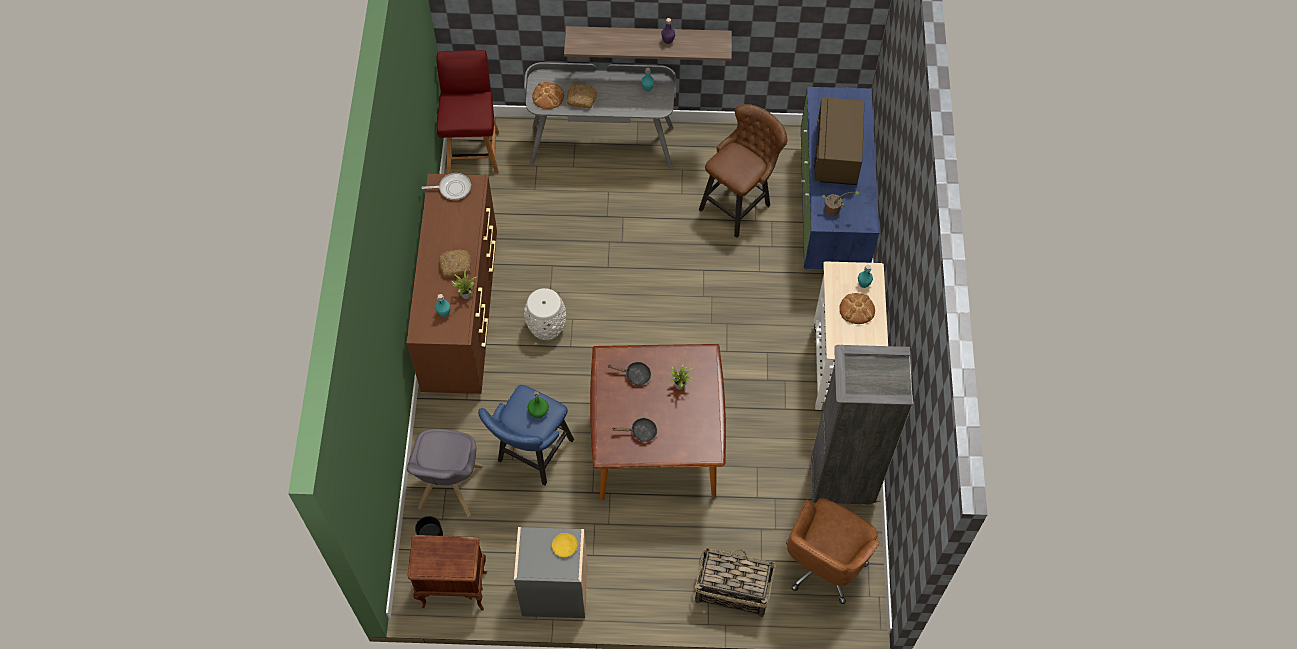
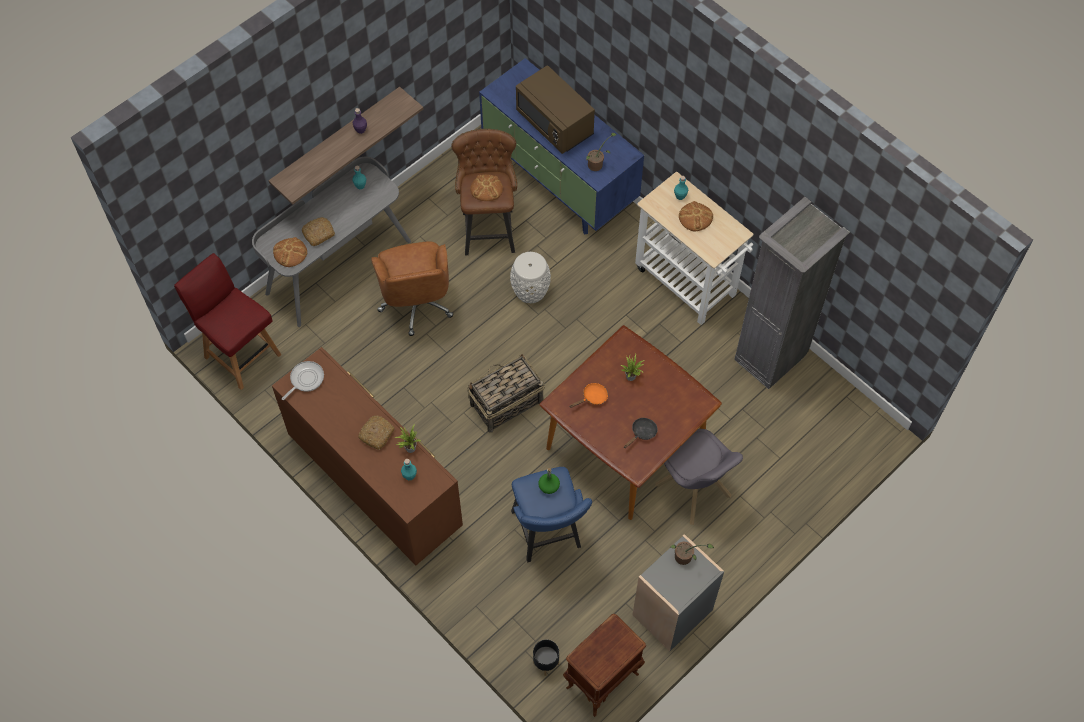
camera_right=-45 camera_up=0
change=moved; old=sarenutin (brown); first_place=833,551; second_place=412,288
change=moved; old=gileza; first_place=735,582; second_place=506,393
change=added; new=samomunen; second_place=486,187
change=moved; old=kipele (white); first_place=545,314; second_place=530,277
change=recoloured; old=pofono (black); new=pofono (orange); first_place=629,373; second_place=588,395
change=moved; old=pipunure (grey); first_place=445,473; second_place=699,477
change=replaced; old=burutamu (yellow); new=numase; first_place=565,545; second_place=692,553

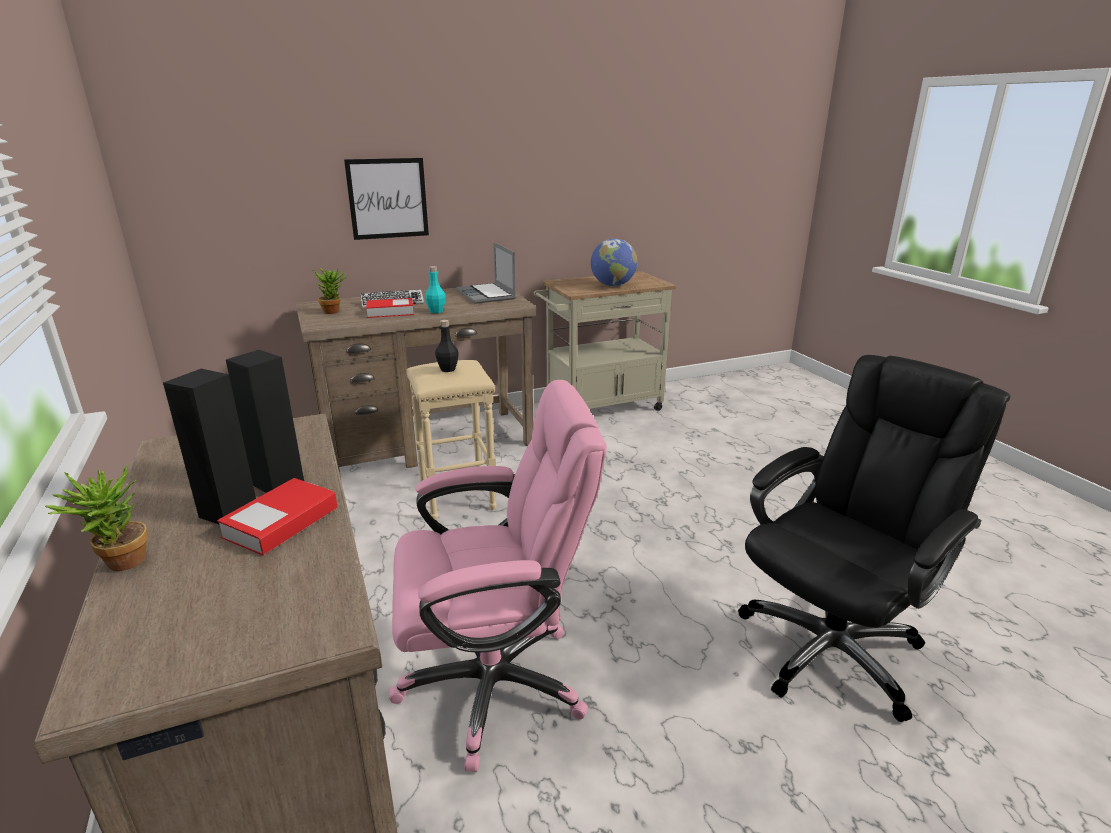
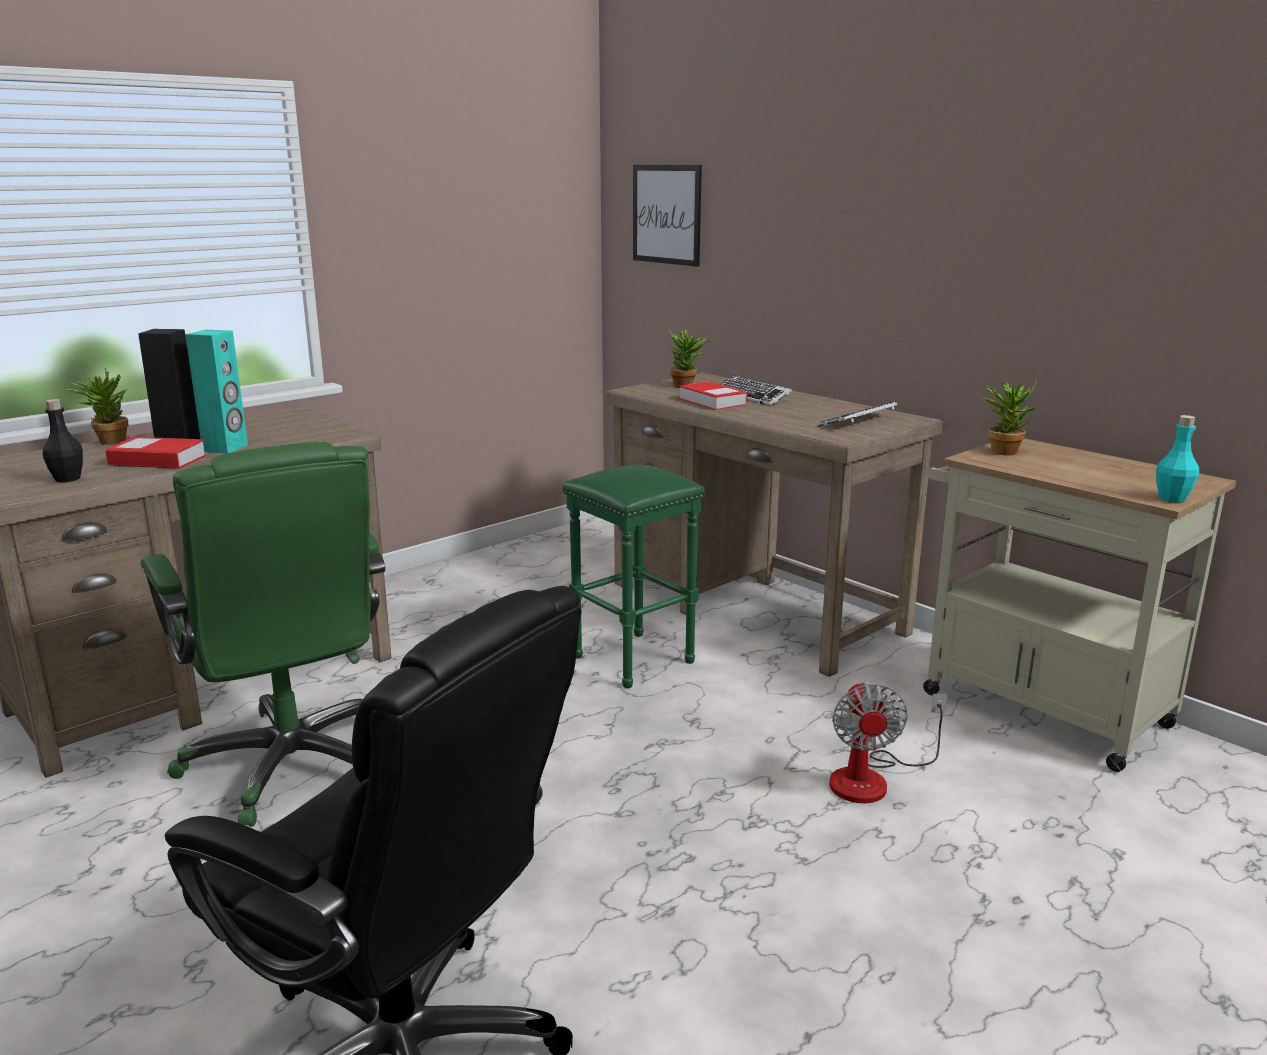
camera_right=70 camera_up=-5
change=moved; old=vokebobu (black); first_place=447,346; second_place=63,440
change=recoloured; old=sarenutin (pink); new=sarenutin (green); first_place=498,576; second_place=263,634
change=recoloured; old=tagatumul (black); new=tagatumul (turquoise); first_place=265,421; second_place=216,392
change=recoloured; old=kipele (beige); new=kipele (green); first_place=451,440; second_place=634,576
change=moved; old=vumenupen; first_place=386,199; second_place=667,216
change=replaced; old=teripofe; new=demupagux; first_place=486,273; second_place=857,414
change=added; new=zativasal; second_place=888,742
change=added; new=numase; second_place=1010,418
change=moved; old=vokebobu (turquoise); first_place=435,289; second_place=1177,458
change=removed; old=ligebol; first_place=614,262

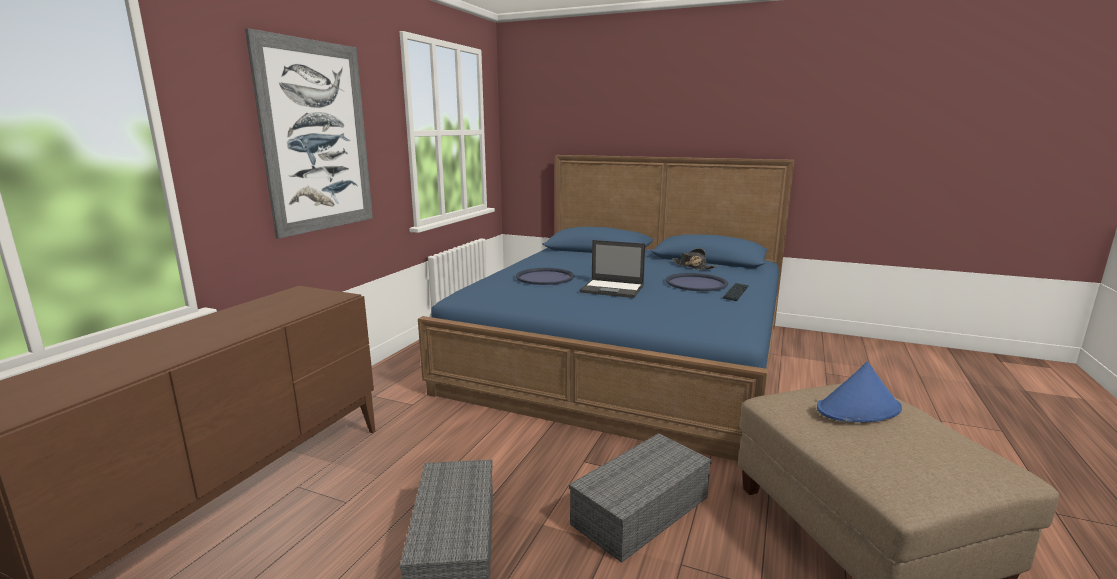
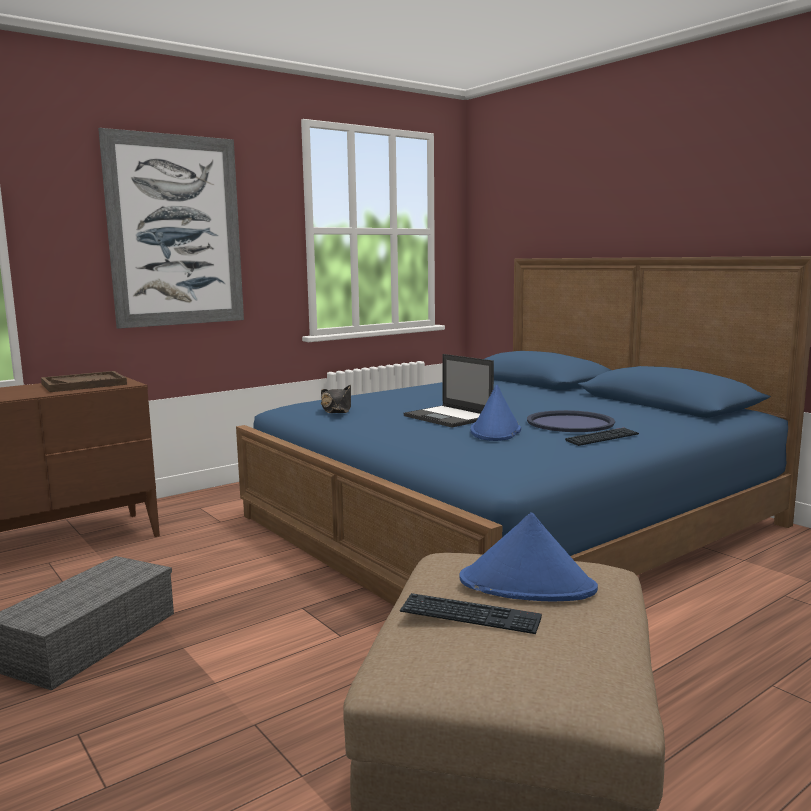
camera_right=30 camera_up=-5
change=added; new=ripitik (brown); second_place=84,381
change=moved; old=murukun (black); first_place=694,259; second_place=336,399
change=added; new=demupagux; second_place=471,613
change=added; new=murukun (blue); second_place=495,413
change=removed; old=ripitik (blue); first_place=545,276
change=removed; old=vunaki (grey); first_place=640,498

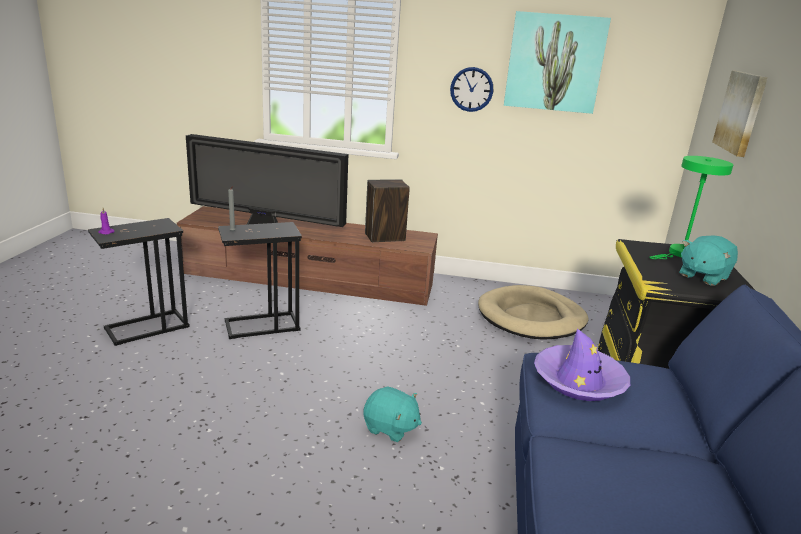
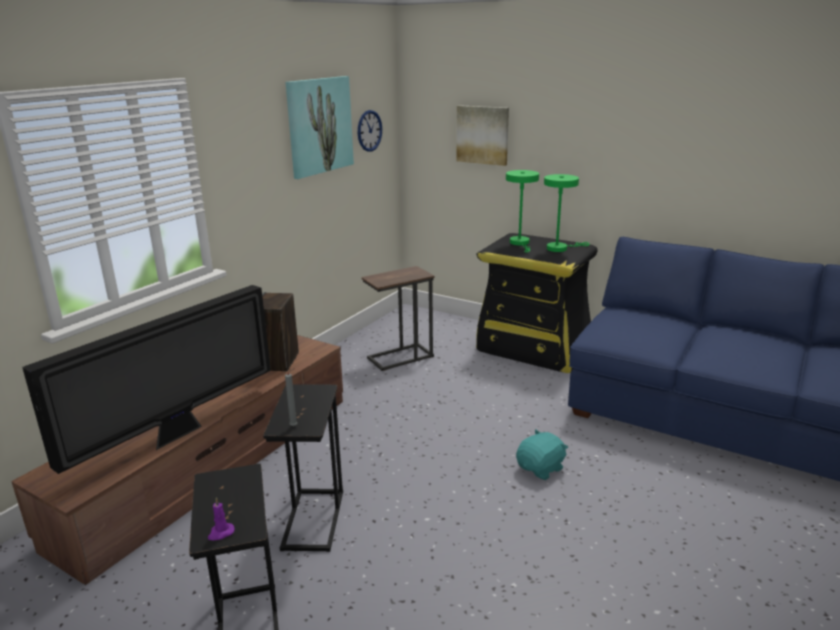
camera_right=-65 camera_up=0
change=moved; old=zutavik; first_place=471,89; second_place=370,131
change=replaced; old=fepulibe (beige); new=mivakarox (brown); first_place=533,312; second_place=398,318
change=replaced; old=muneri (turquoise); new=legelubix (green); first_place=708,260; second_place=566,213
change=removed; old=murukun (purple); first_place=582,364

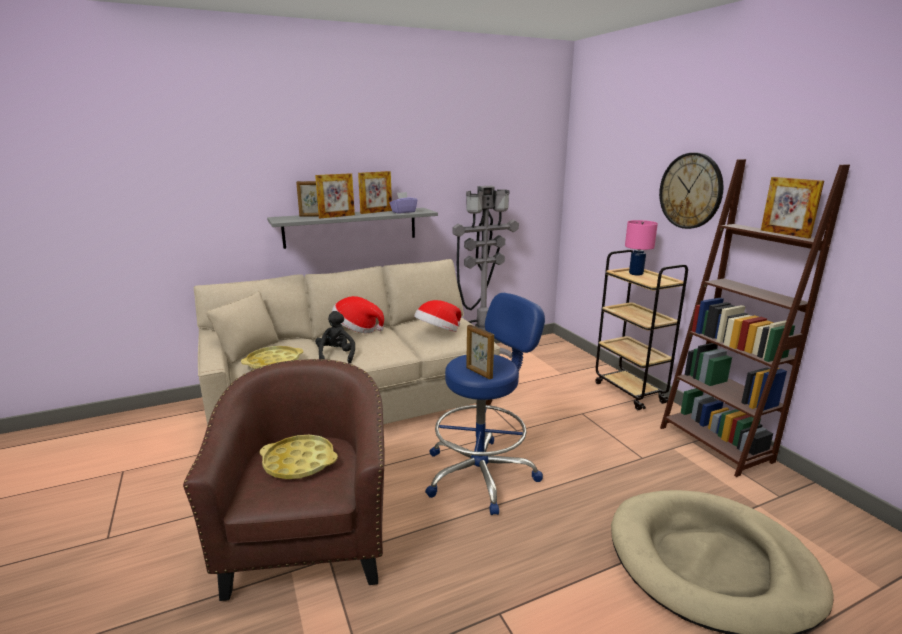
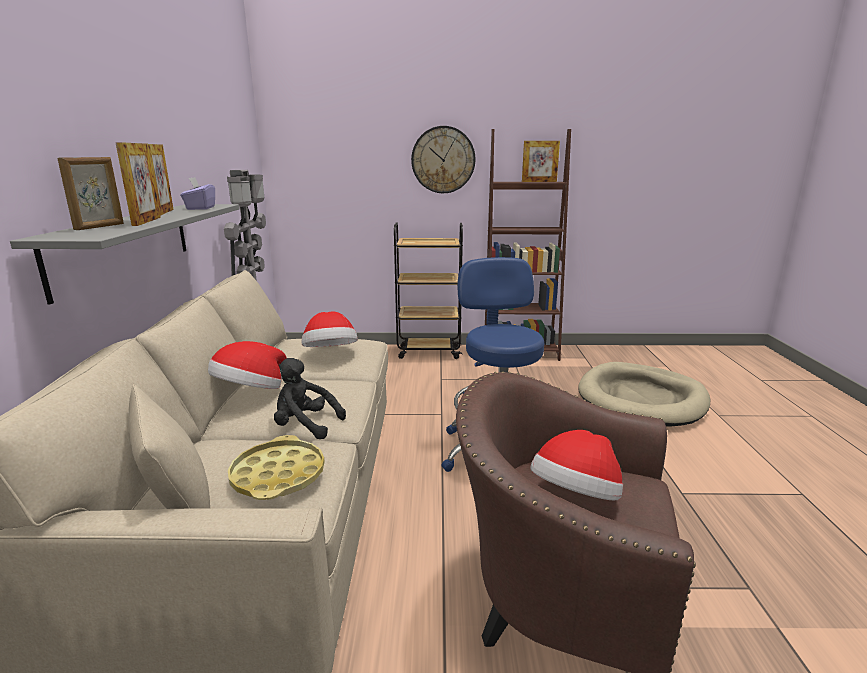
camera_right=-65 camera_up=0
change=replaced; old=ripitik (yellow); new=murukun; first_place=299,457; second_place=576,465
change=removed; old=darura; first_place=480,352
change=removed; old=legelubix (pink); first_place=641,248

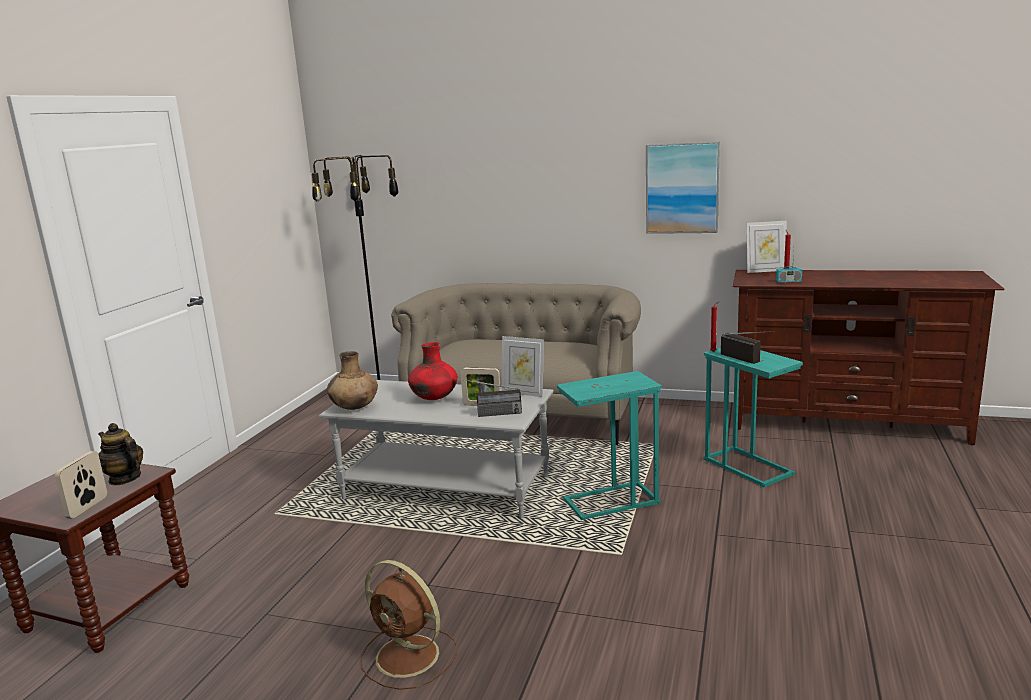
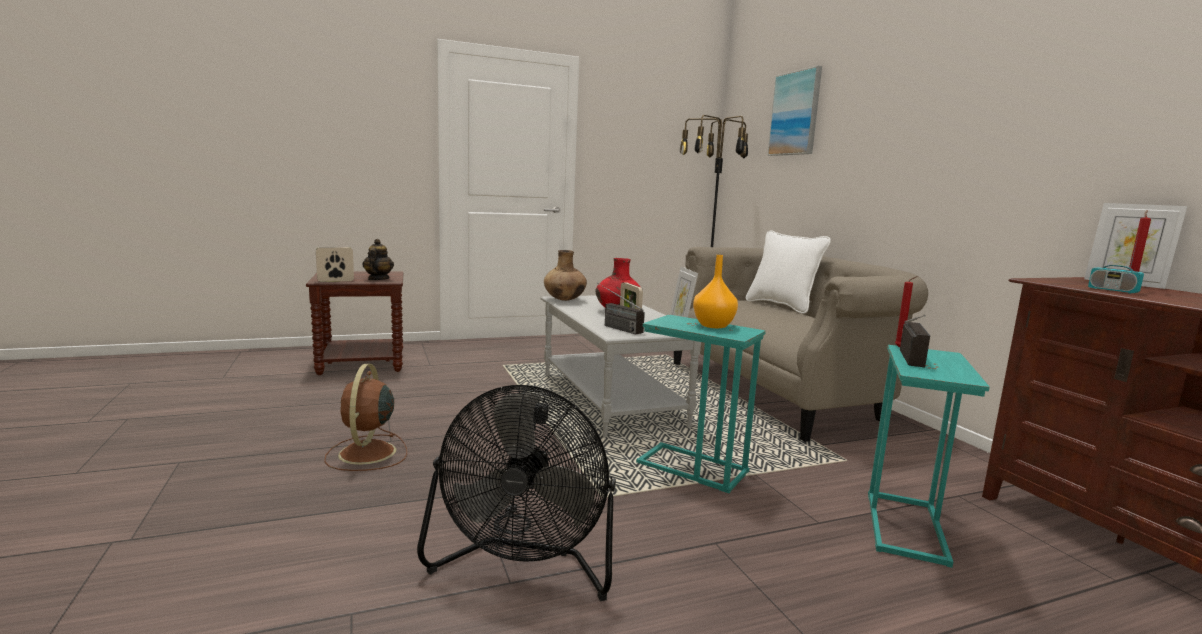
camera_right=50 camera_up=-5
change=added; new=zativasal (black); second_place=516,493
change=added; new=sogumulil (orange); second_place=715,291
change=added; new=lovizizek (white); second_place=788,272
change=moved; old=vumenupen; first_place=683,187; second_place=794,111

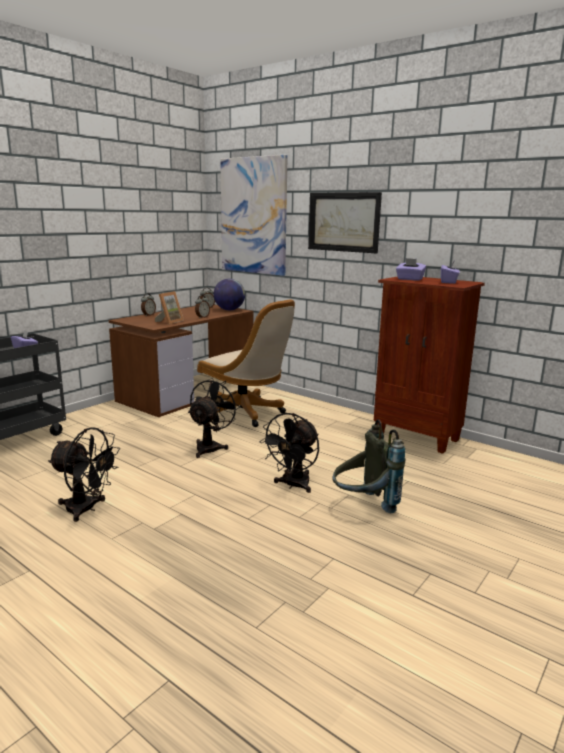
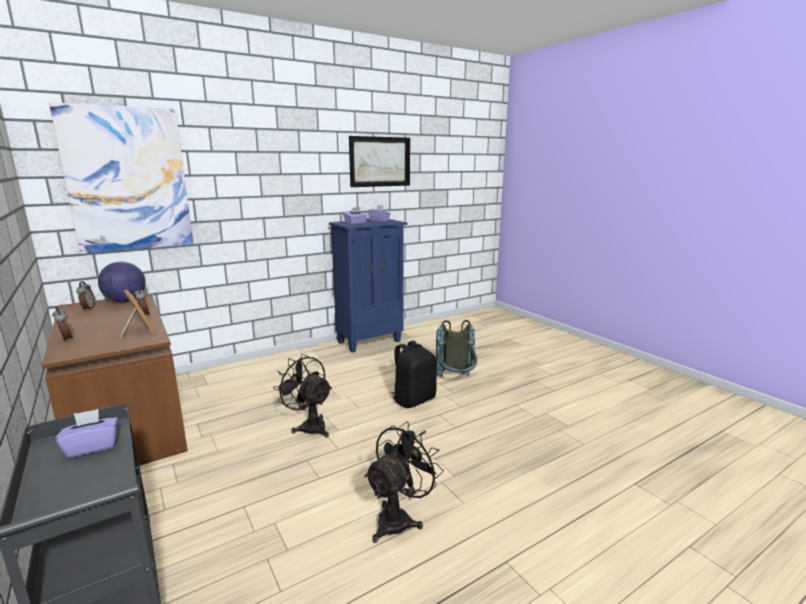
camera_right=-70 camera_up=0
change=recoloured; old=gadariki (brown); new=gadariki (blue); first_place=429,364; second_place=368,286
change=moved; old=vumenupen; first_place=345,222; second_place=379,161
change=replaced; old=zativasal (black); new=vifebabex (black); first_place=289,453; second_place=414,374
change=removed; old=sarenutin; first_place=246,363

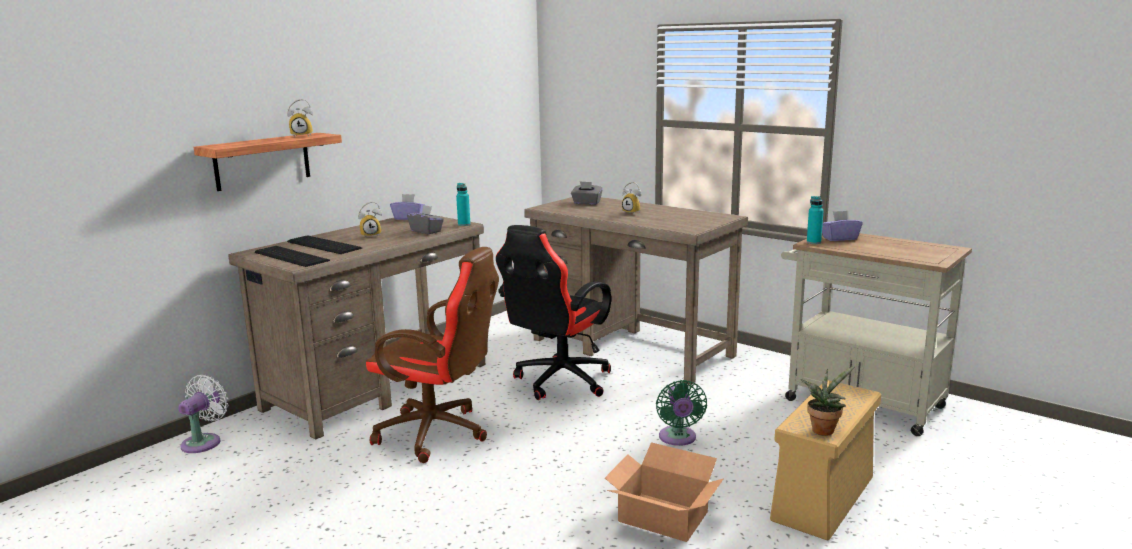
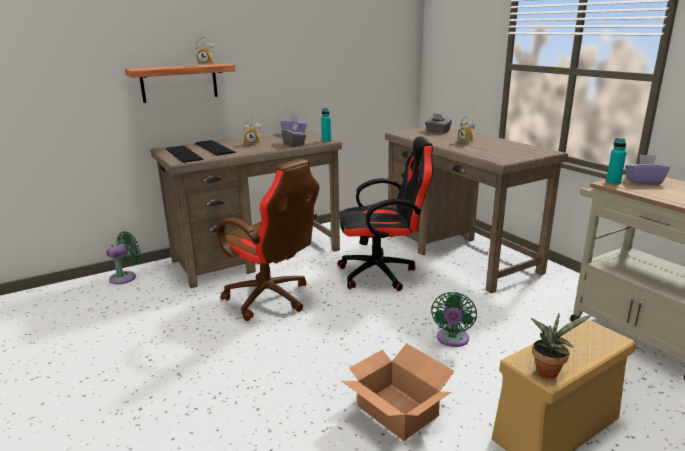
camera_right=20 camera_up=5
change=recoloured; old=zativasal (white); new=zativasal (green); first_place=203,414; second_place=123,257
change=turned; old=sarenutin (black); first_place=553,312; second_place=385,213; degrees=-150

